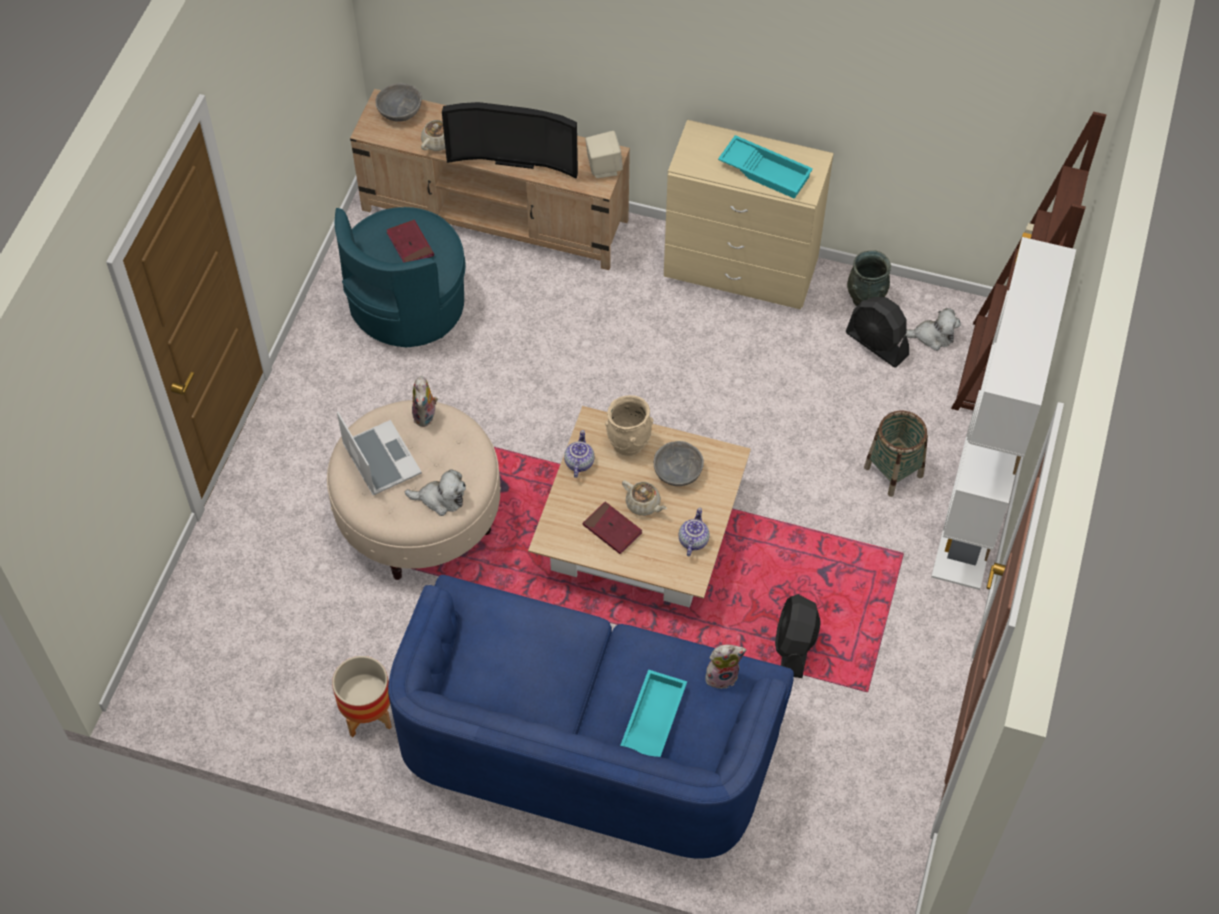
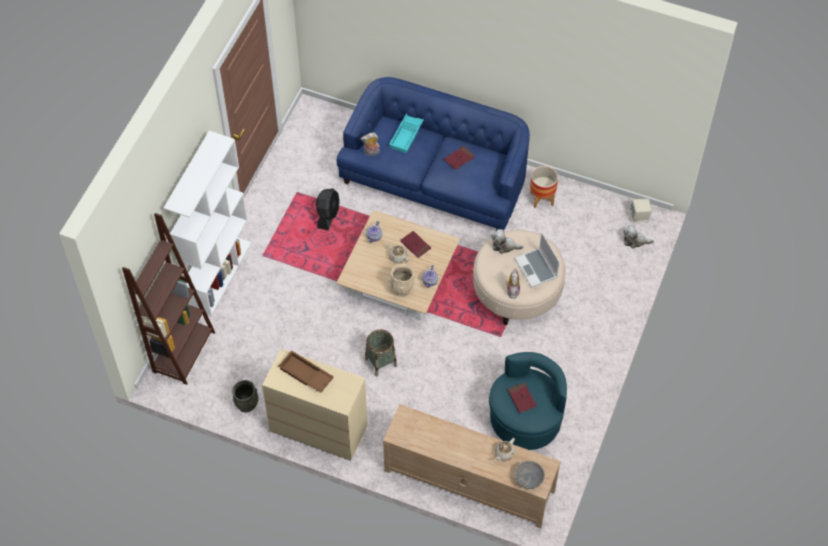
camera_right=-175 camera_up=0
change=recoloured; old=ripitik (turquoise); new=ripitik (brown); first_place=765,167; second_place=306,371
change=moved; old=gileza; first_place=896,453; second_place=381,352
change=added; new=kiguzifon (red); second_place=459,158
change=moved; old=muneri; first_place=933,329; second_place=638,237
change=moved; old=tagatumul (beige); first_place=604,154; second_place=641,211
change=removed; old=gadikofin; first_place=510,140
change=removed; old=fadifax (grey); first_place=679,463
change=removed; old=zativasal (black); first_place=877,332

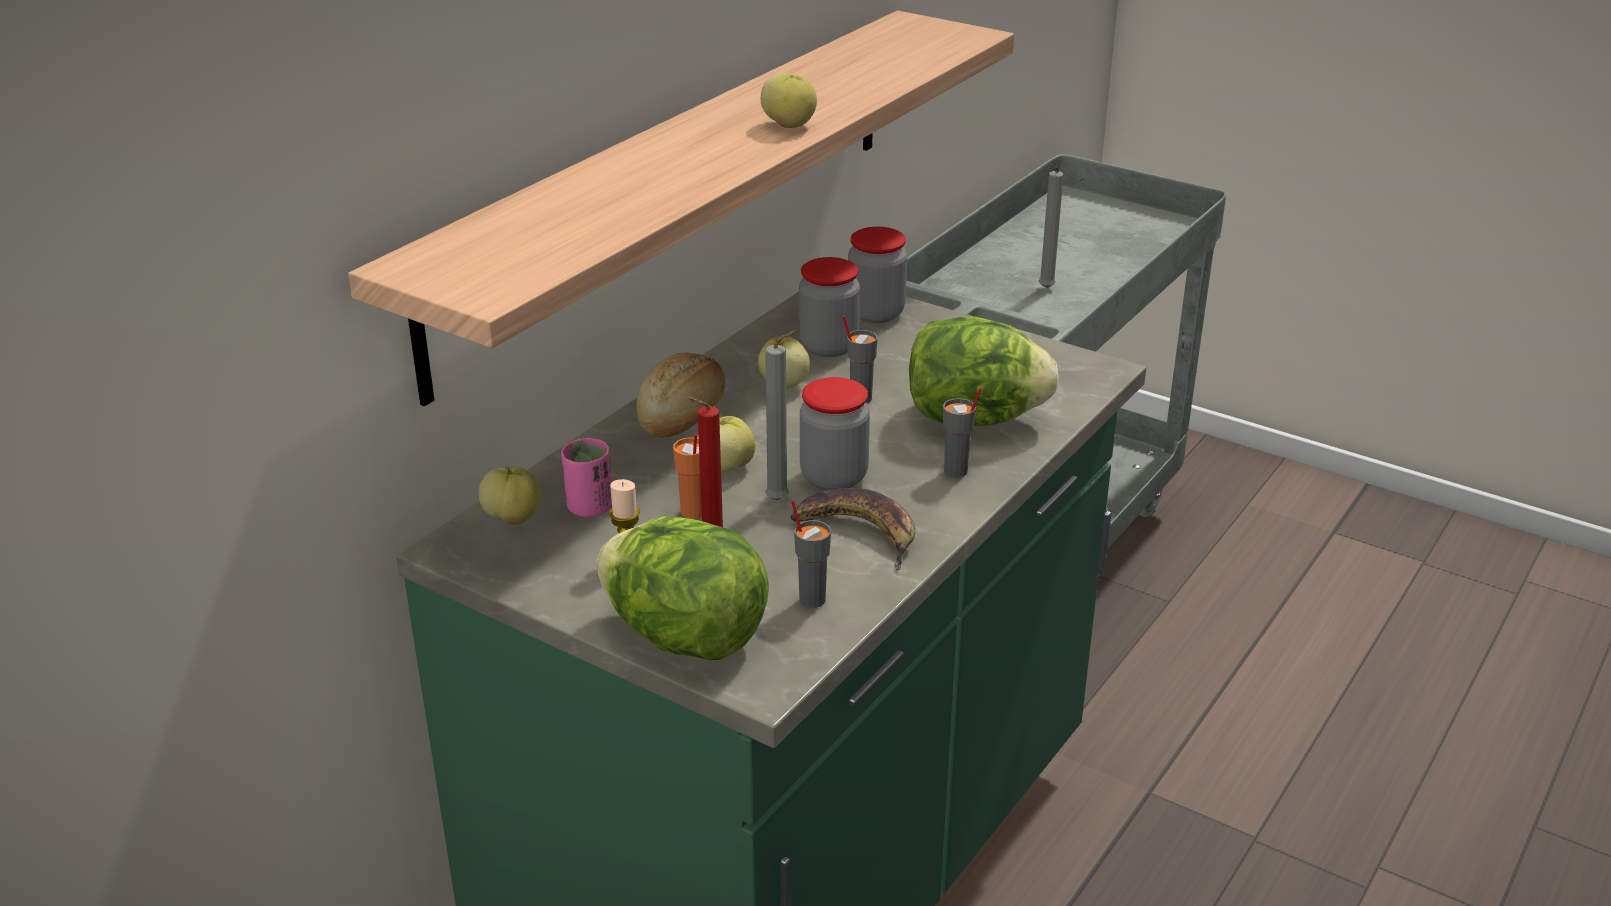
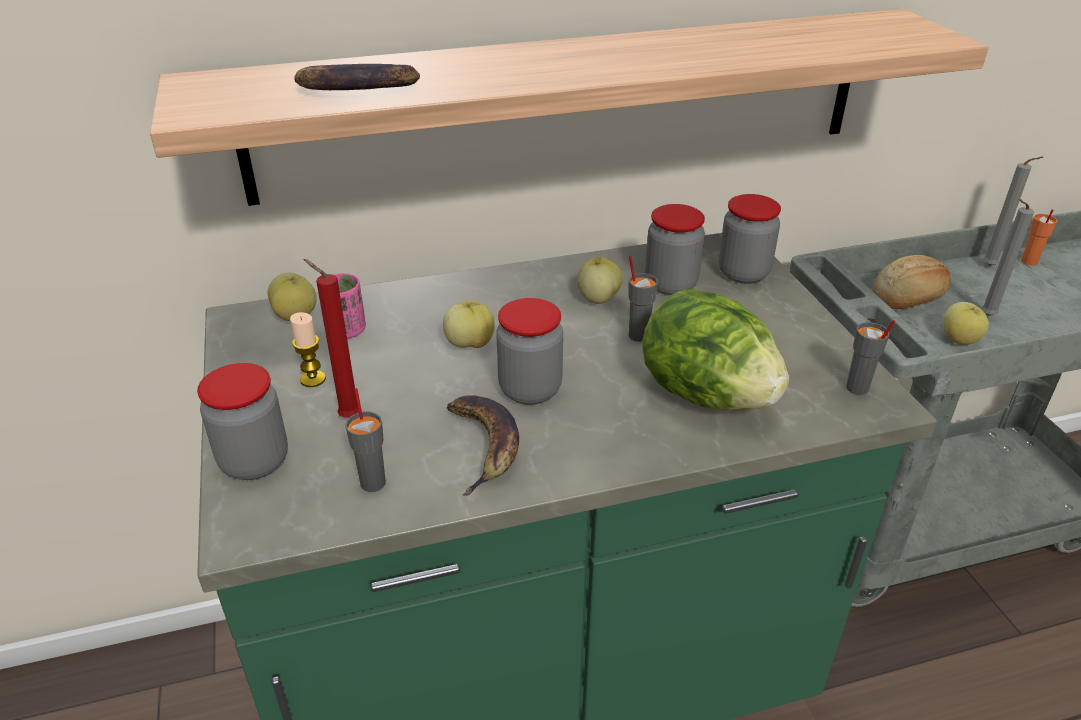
camera_right=40 camera_up=5
change=replaced; old=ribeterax; new=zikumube; first_place=682,588; second_place=242,421
change=added; new=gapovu; second_place=357,77
change=moved; old=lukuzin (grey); first_place=962,432; second_place=870,357
change=moved; old=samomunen; first_place=681,395; second_place=911,282
change=moved; old=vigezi; first_place=789,100; second_place=966,323
change=moved; old=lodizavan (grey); first_place=781,416; second_place=1013,211
change=moved; old=lukuzin (orange); first_place=687,476; second_place=1039,237

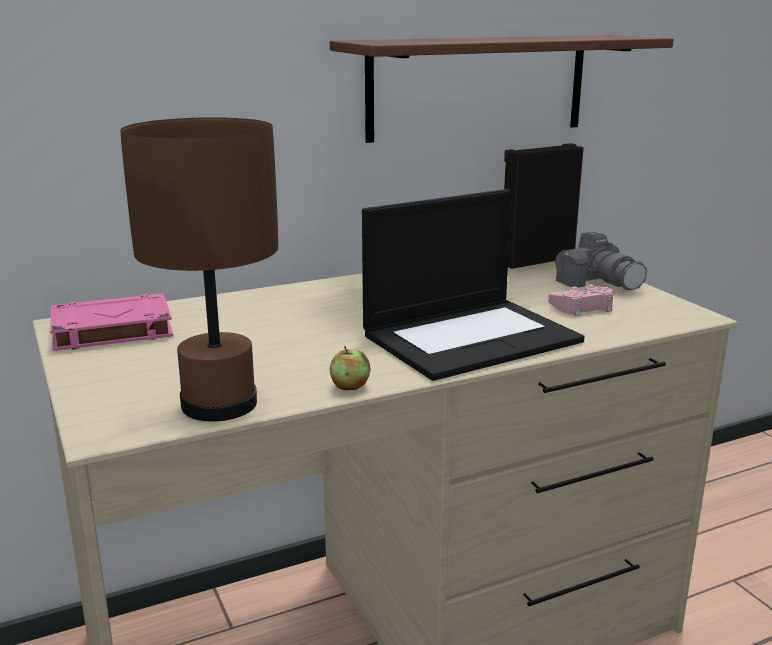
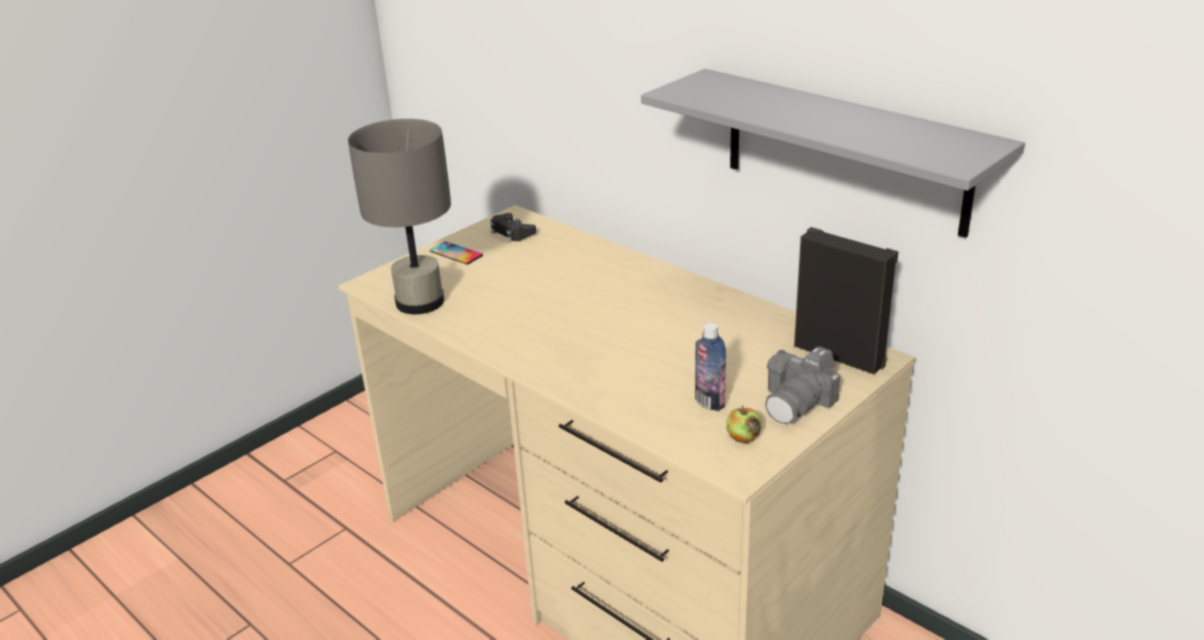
camera_right=70 camera_up=10
change=recoloured; old=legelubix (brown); new=legelubix (grey); first_place=199,269; second_place=399,216
change=added; new=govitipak; second_place=456,253
change=replaced; old=kiguzifon (pink); new=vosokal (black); first_place=111,322; second_place=513,227
change=recoloured; old=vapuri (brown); new=vapuri (grey); first_place=502,89; second_place=833,153
change=replaced; old=vosokal (pink); new=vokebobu; first_place=580,300; second_place=710,367
change=moved; old=vigezi; first_place=350,368; second_place=743,424
change=removed; old=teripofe; first_place=473,285

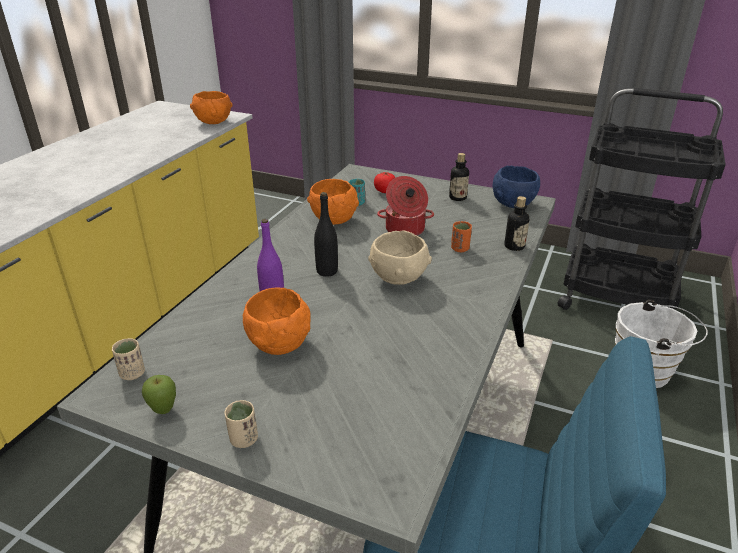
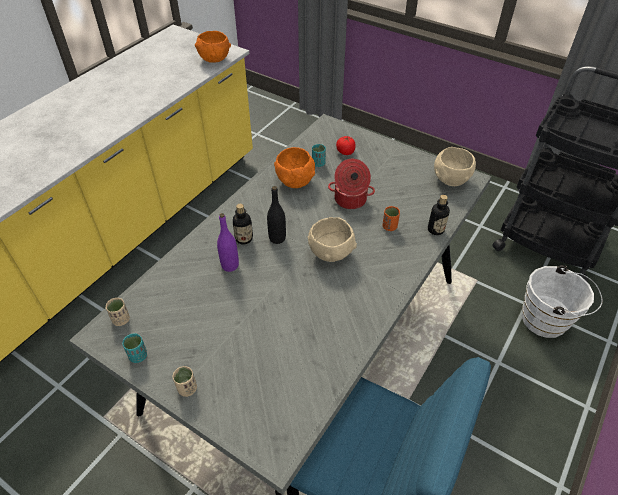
camera_right=10 camera_up=15
change=replaced; old=vigezi; new=lukuzin (turquoise); first_place=159,394; second_place=134,348
change=moved; old=vokebobu; first_place=459,177; second_place=242,224
change=recoloured; old=fadifax (blue); new=fadifax (beige); first_place=516,187; second_place=455,166
change=removed; old=fadifax (orange); first_place=276,321

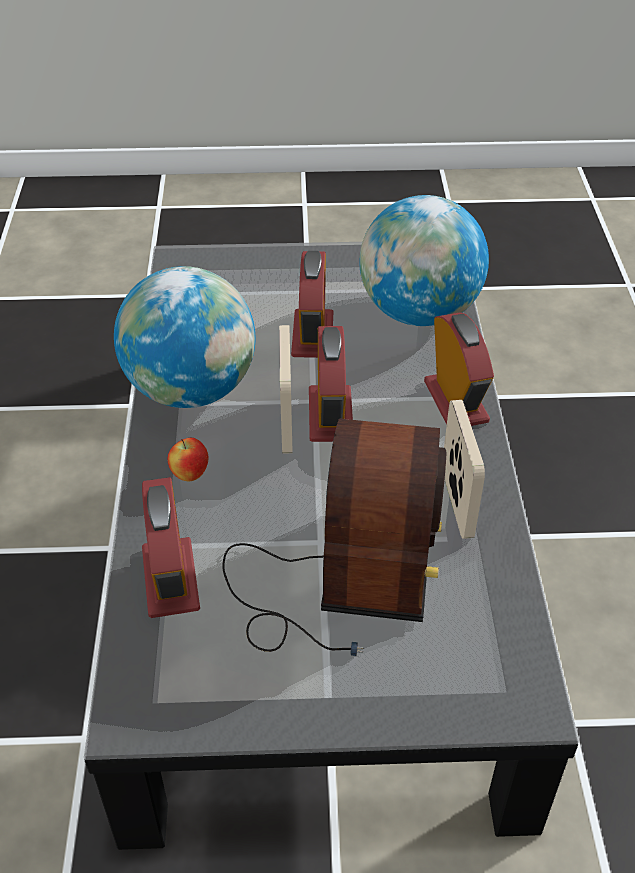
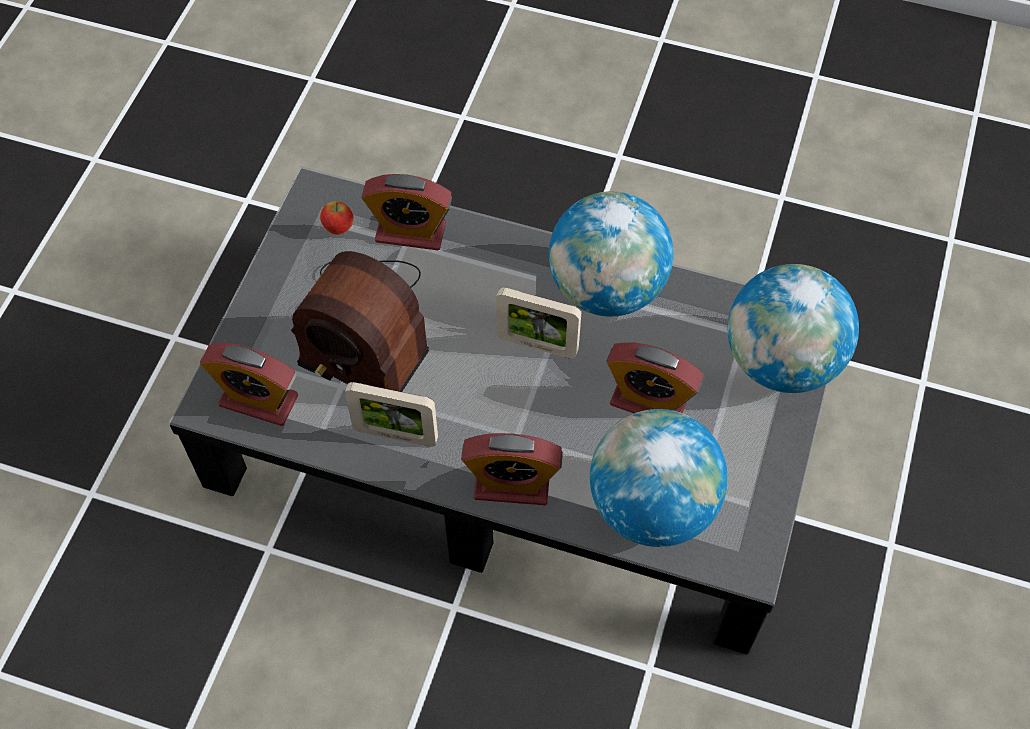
camera_right=110 camera_up=15
change=moved; old=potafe; first_place=331,384; second_place=249,384
change=moved; old=vigezi; first_place=188,459; second_place=337,218
change=added; new=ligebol; second_place=793,328

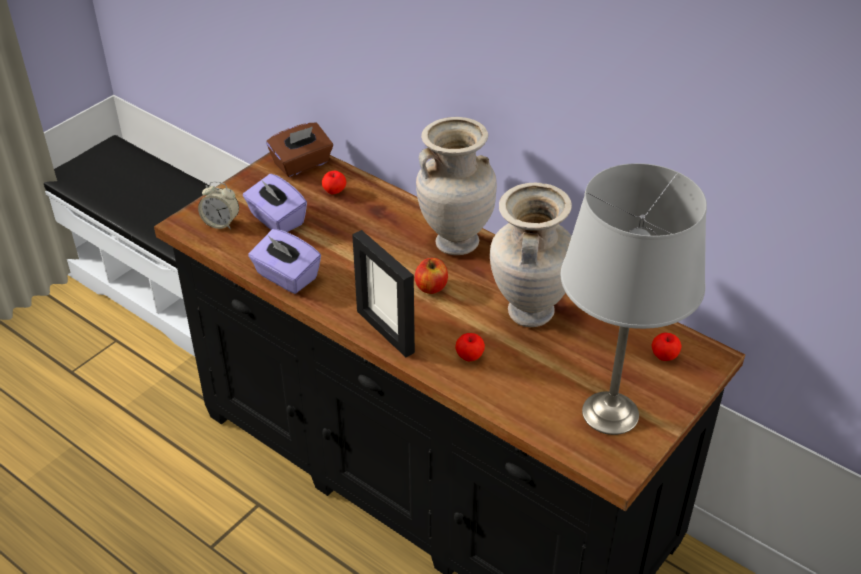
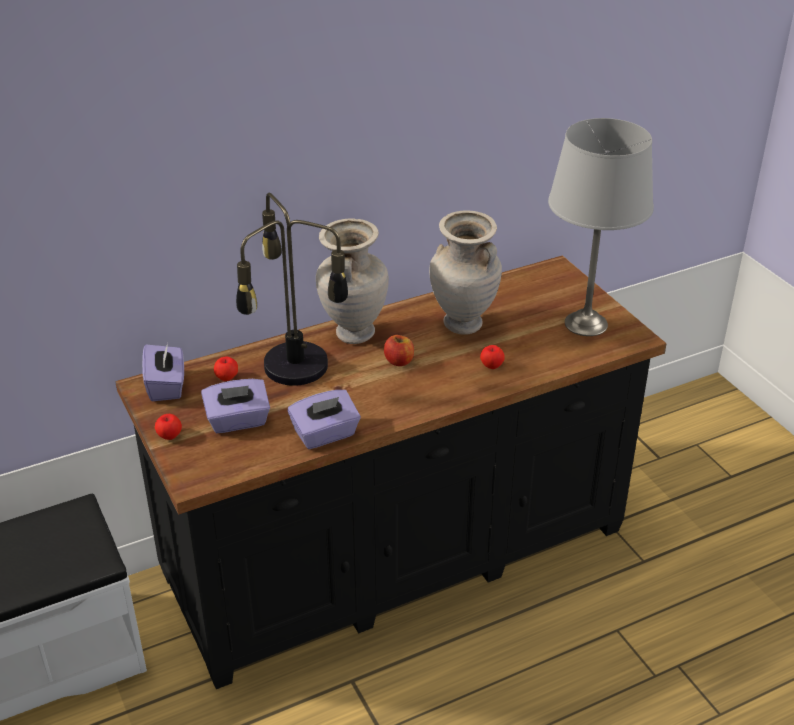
camera_right=-65 camera_up=-5
change=recoloured; old=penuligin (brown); new=penuligin (purple); first_place=300,150; second_place=163,372
change=moved; old=vigezi; first_place=667,347; second_place=168,427
change=added; new=legelubix; second_place=292,289
change=removed; old=potafe; first_place=218,205
change=removed; old=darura; first_place=383,293

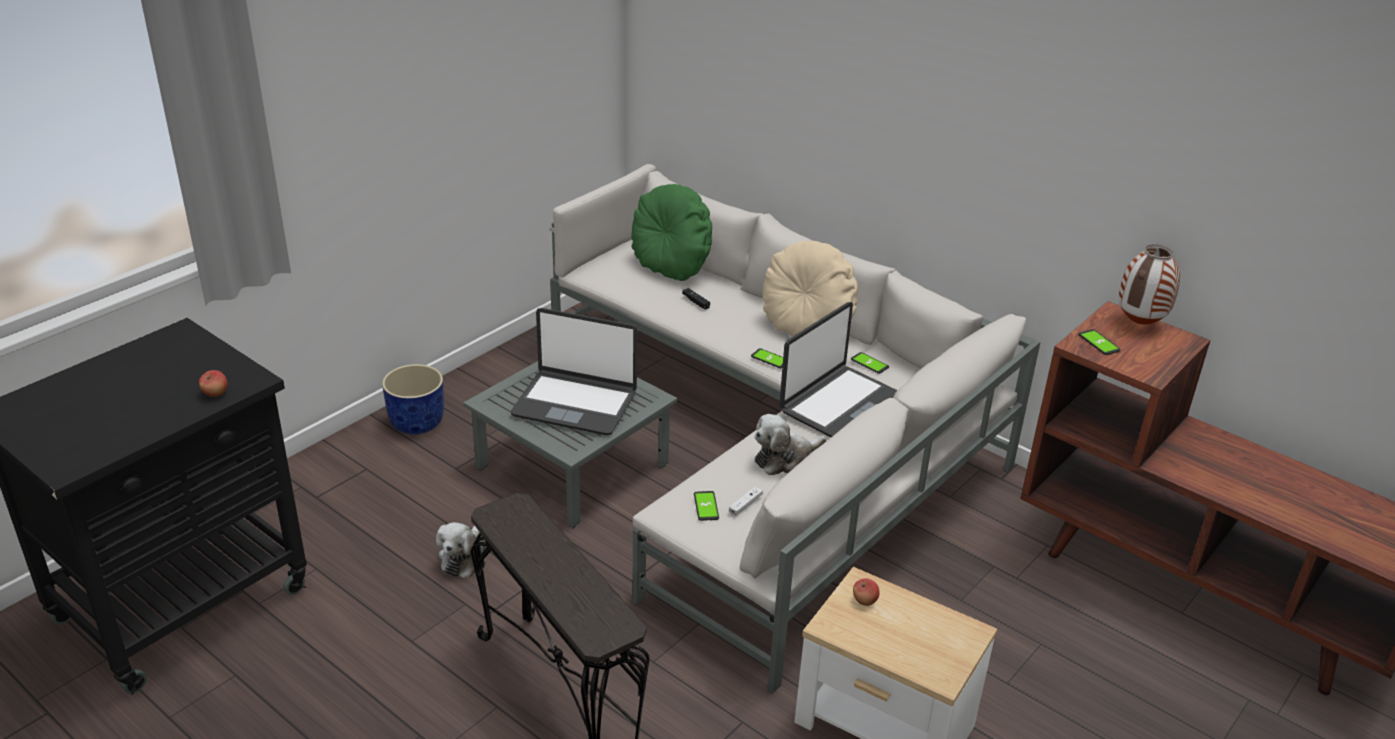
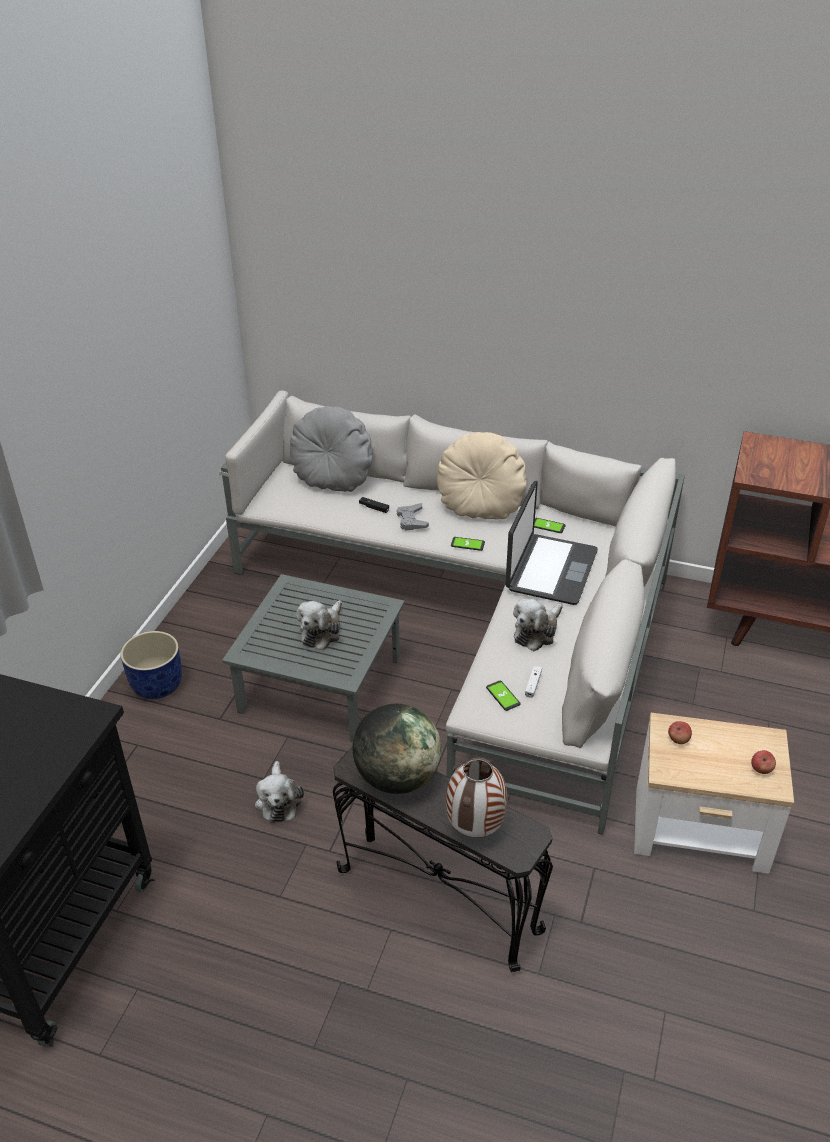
camera_right=-20 camera_up=5
change=recoloured; old=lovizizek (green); new=lovizizek (grey); first_place=671,232; second_place=331,449
change=replaced; old=teripofe; new=muneri; first_place=574,371; second_place=319,625
change=added; new=ligebol; second_place=397,749
change=added; new=vosokal (grey); second_place=413,516
change=moved; old=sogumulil; first_place=1149,284; second_place=476,797
change=moved; old=vigezi; first_place=213,383; second_place=763,762
change=removed; old=govitipak; first_place=1099,342

